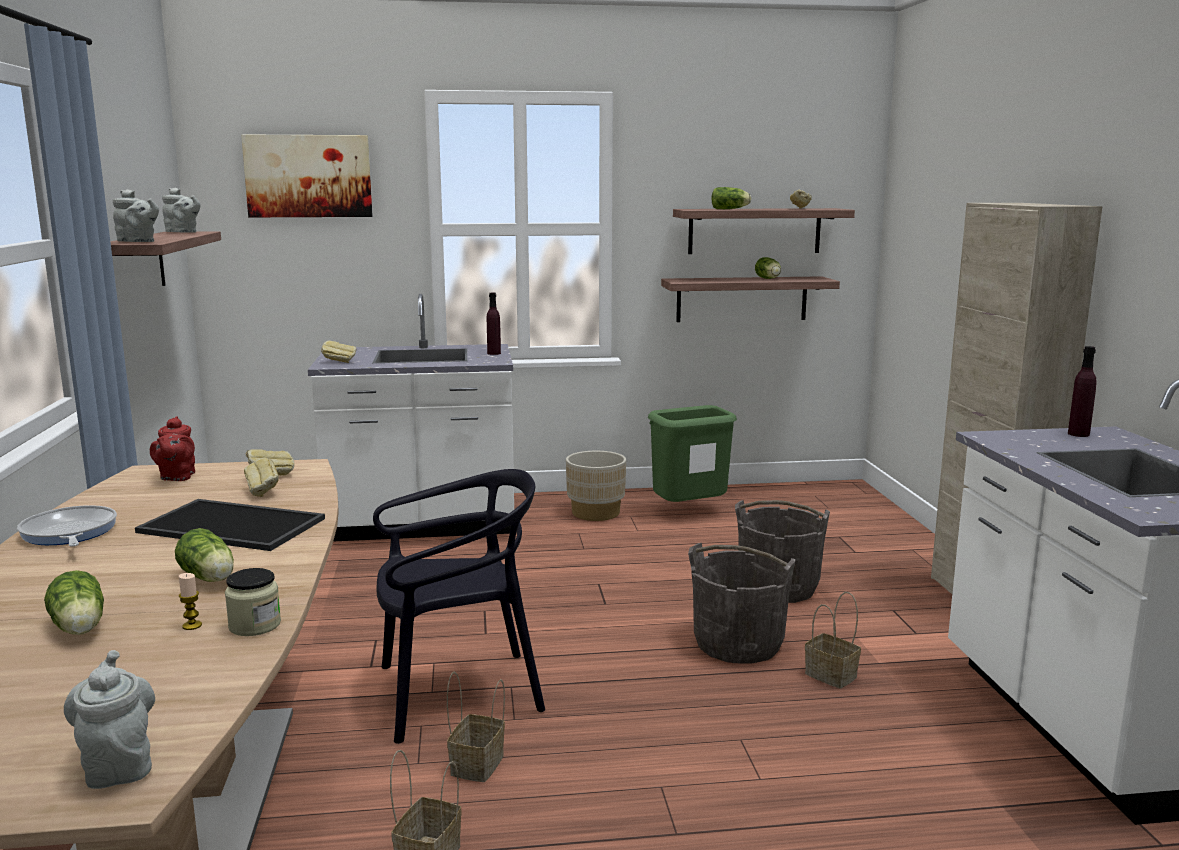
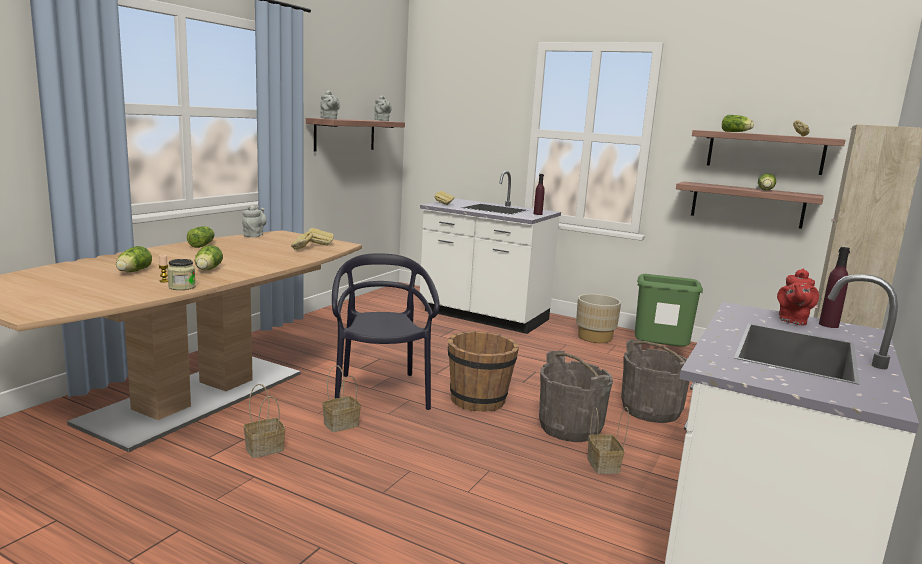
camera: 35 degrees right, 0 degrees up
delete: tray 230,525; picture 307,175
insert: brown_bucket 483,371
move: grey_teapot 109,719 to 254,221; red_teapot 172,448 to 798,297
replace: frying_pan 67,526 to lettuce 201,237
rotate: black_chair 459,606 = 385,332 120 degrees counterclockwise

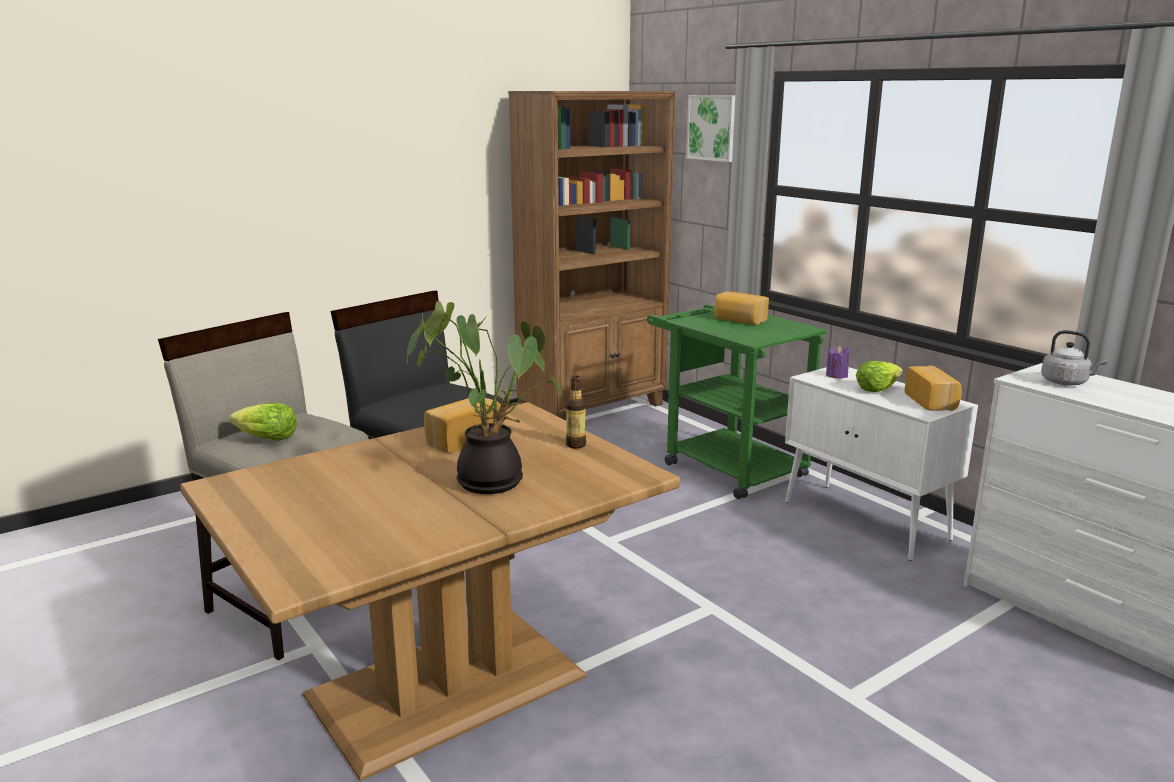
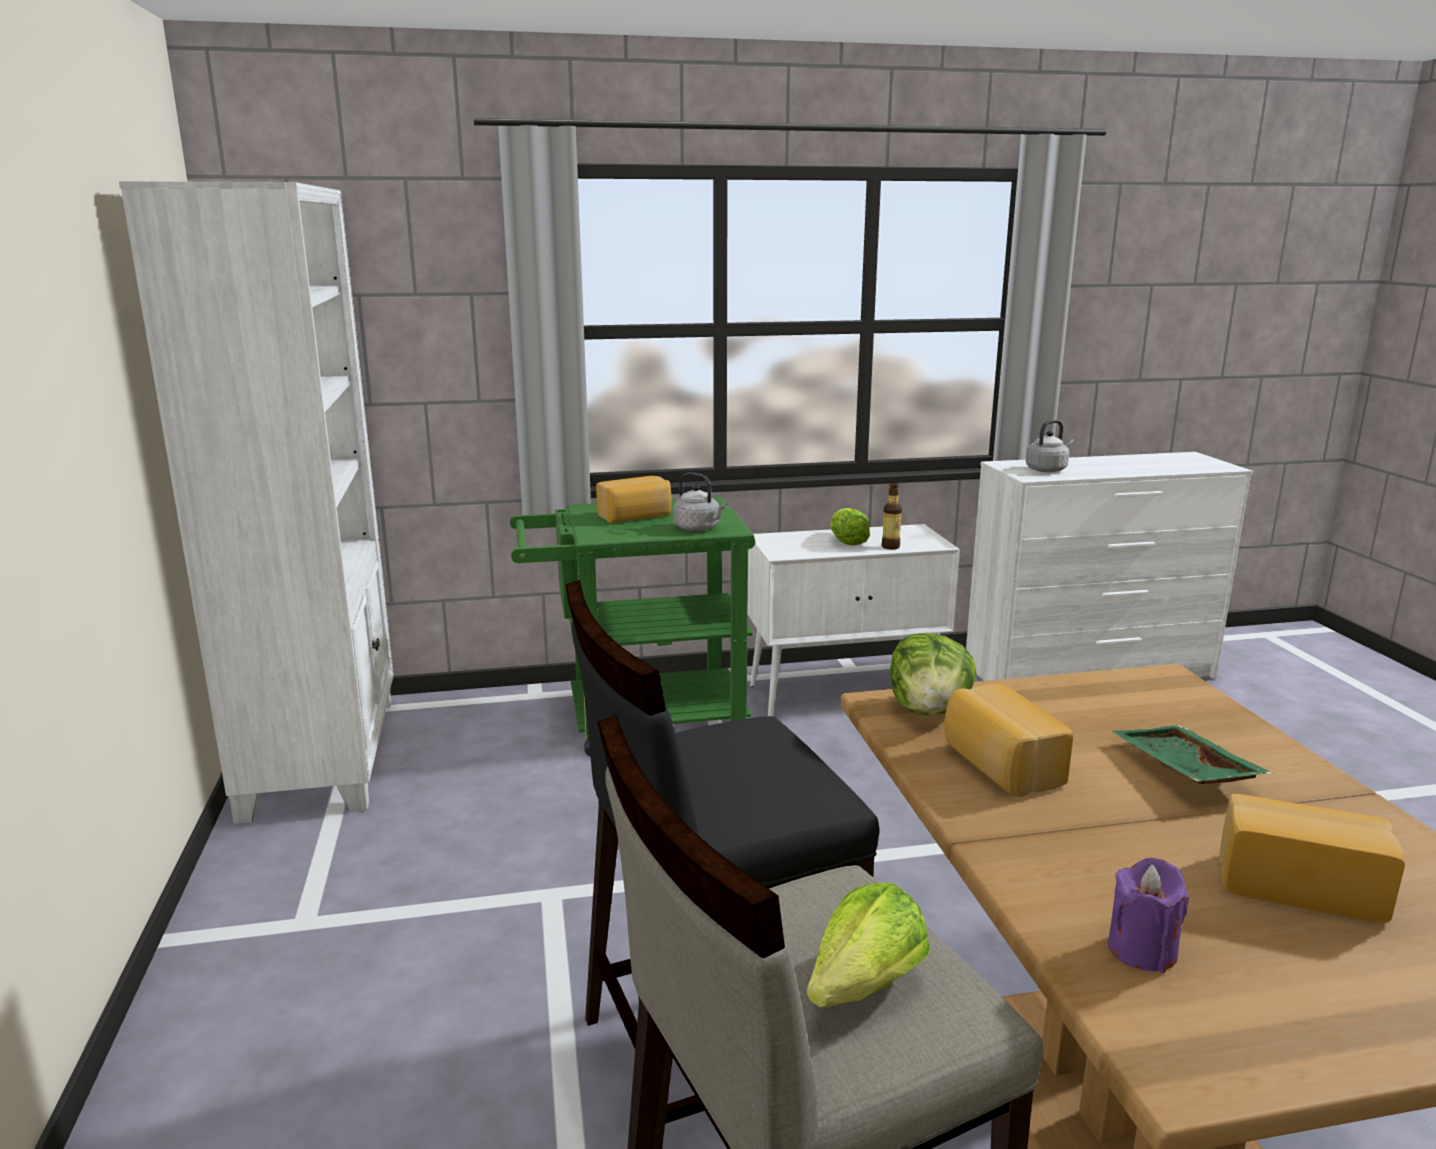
camera: 65 degrees left, 0 degrees up
delete: picture 710,128
insert: grey_kettle 700,501; lettuce 933,674
move: bottle 576,412 to 892,515; purple_candle 838,361 to 1148,915; bread 933,388 to 1312,858
replace: potted_plant 484,397 to green_tray 1192,754
recolor: brown_bookcase 591,256 to white_bookcase 256,502

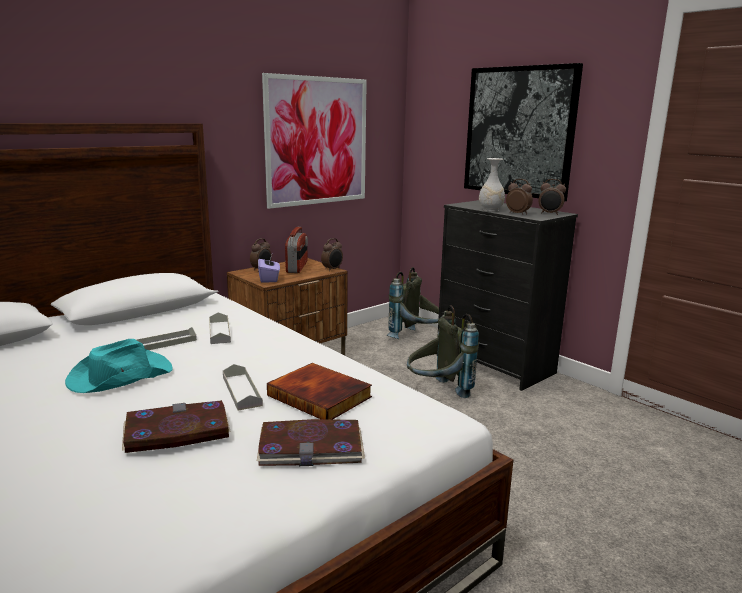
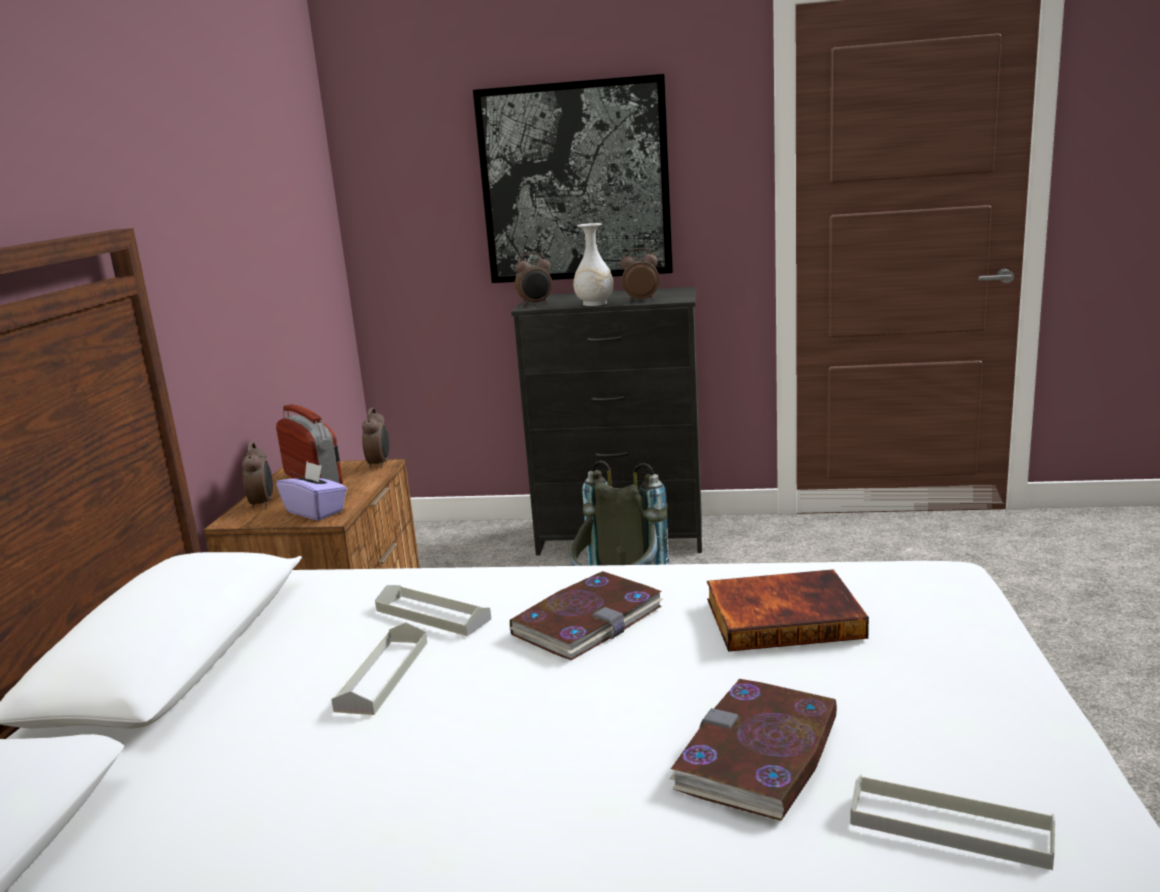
camera: 40 degrees left, 0 degrees up
delete: turquoise_hat 119,366; picture 314,141; grey_backpack 413,303
move: book 311,442 to 586,615; alarm_clock 552,197 to 534,279; grey_tray 243,387 to 952,822

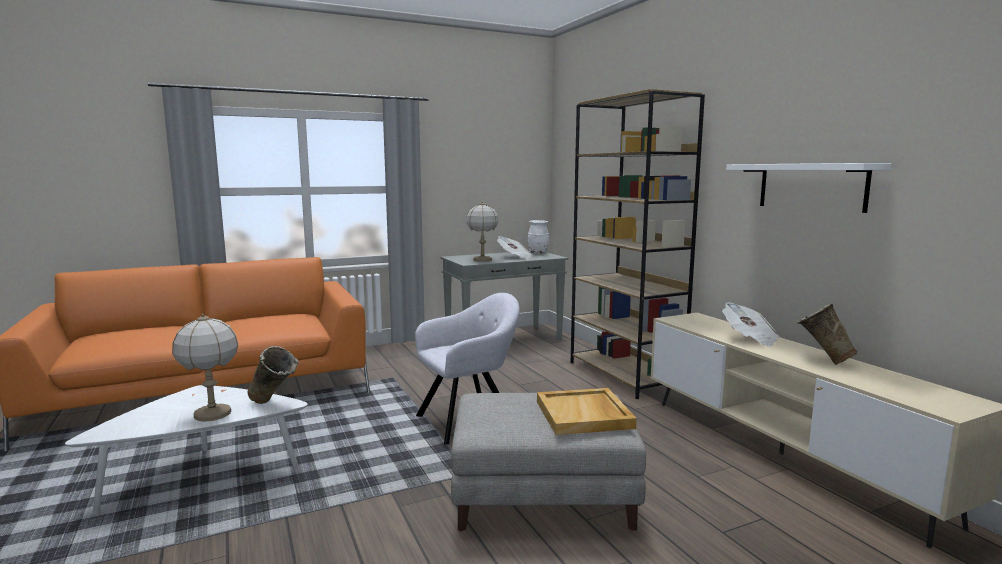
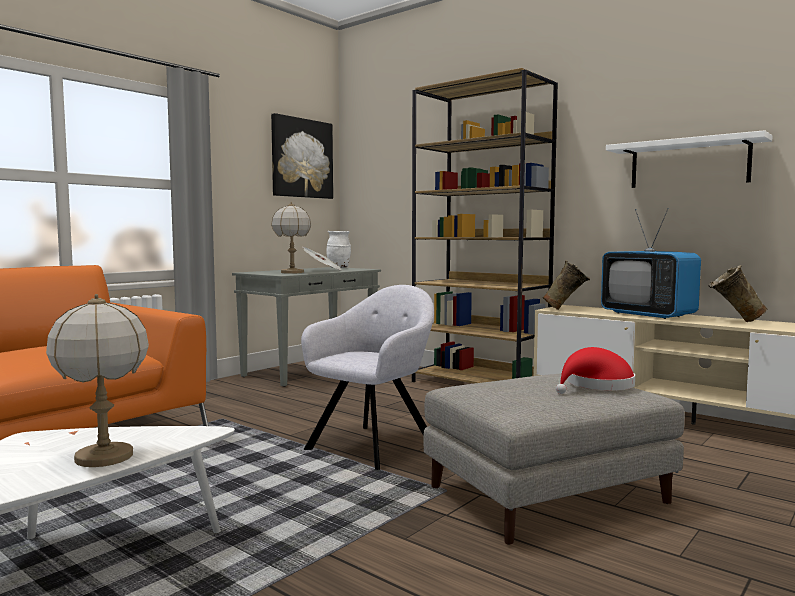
camera: 25 degrees left, 5 degrees down
insert: picture 302,156
move: beige_vase 273,375 to 566,285
replace: beige_tray 587,411 to red_hat 595,370; newspaper 751,324 to television 651,263

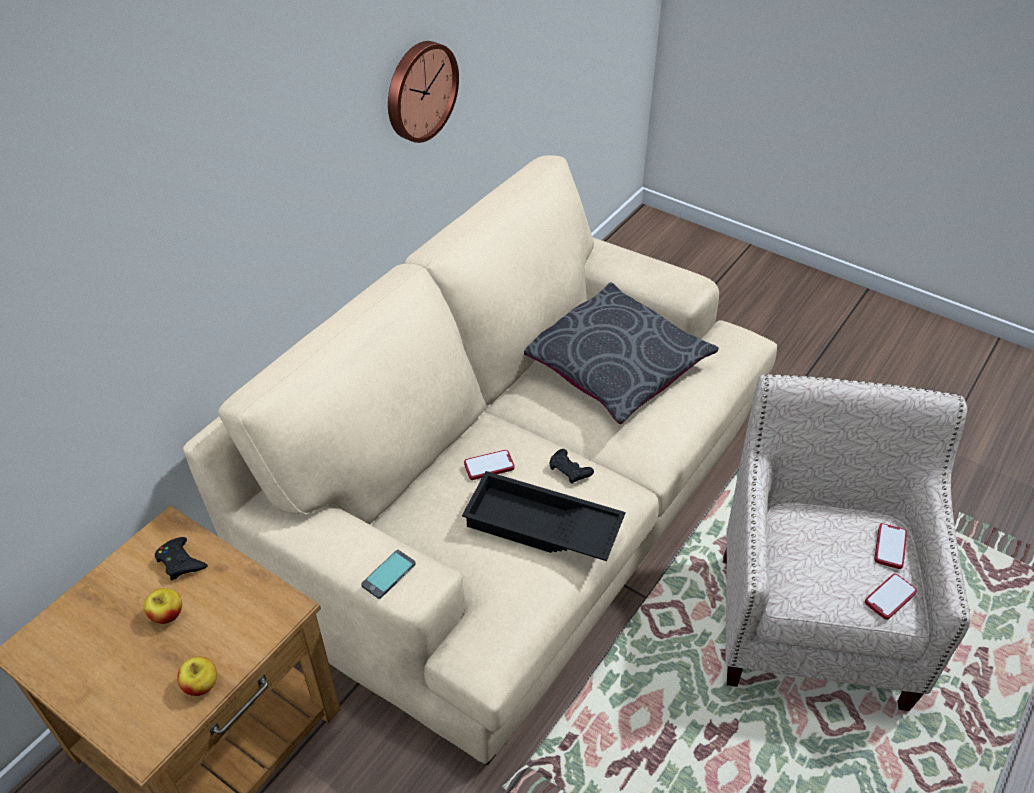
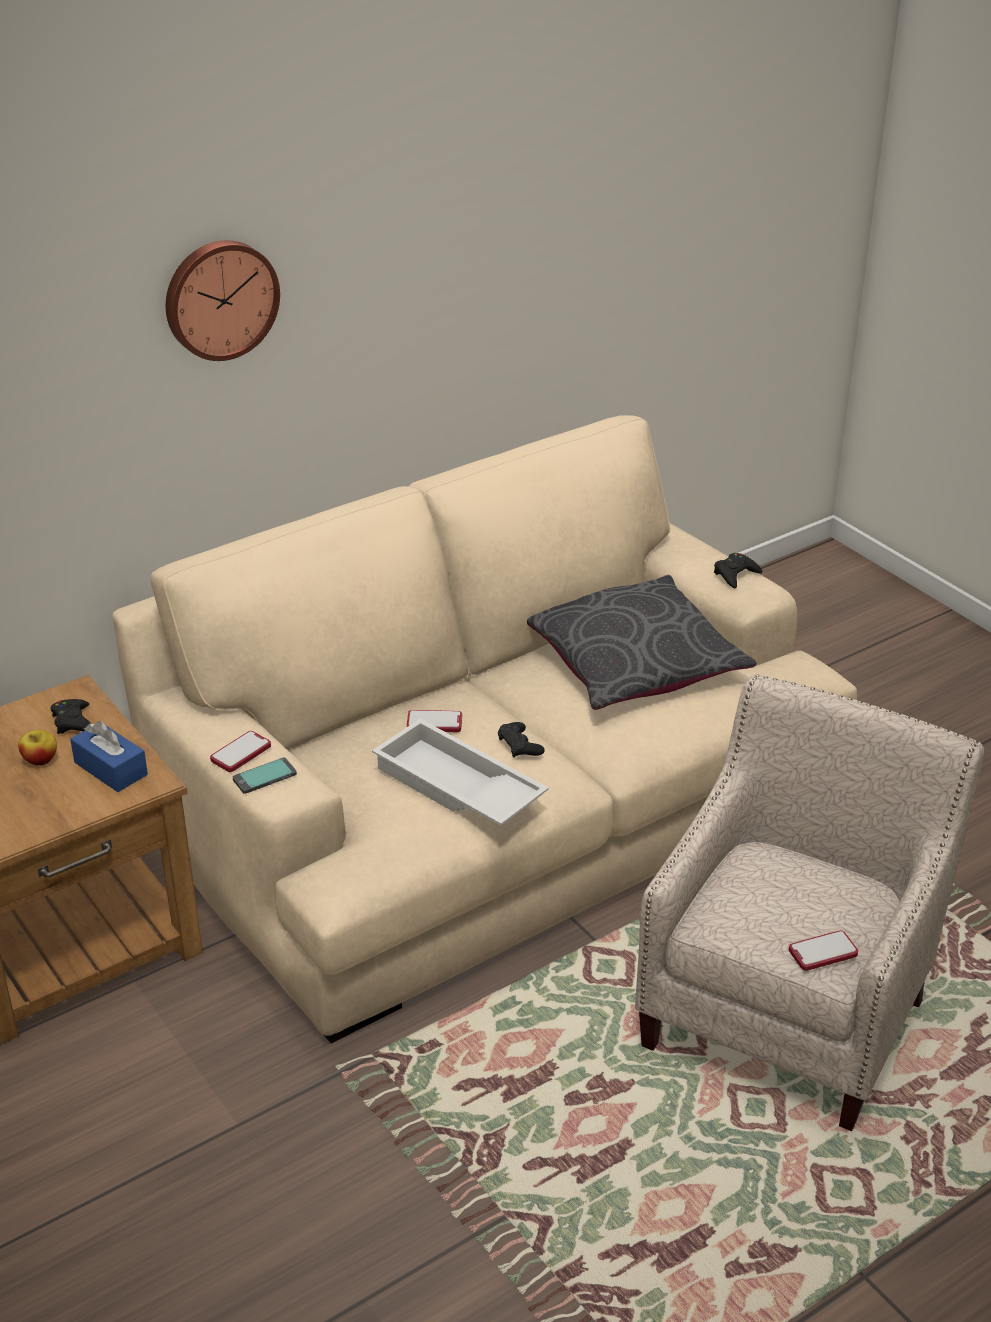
camera: 20 degrees right, 10 degrees down
delete: apple 197,676
insert: blue_tissue_box 109,756; black_game_controller 738,570
move: wall_clock 423,92 to 223,300; phone 890,546 to 240,751
recolor: black_tray 544,516 to white_tray 460,772

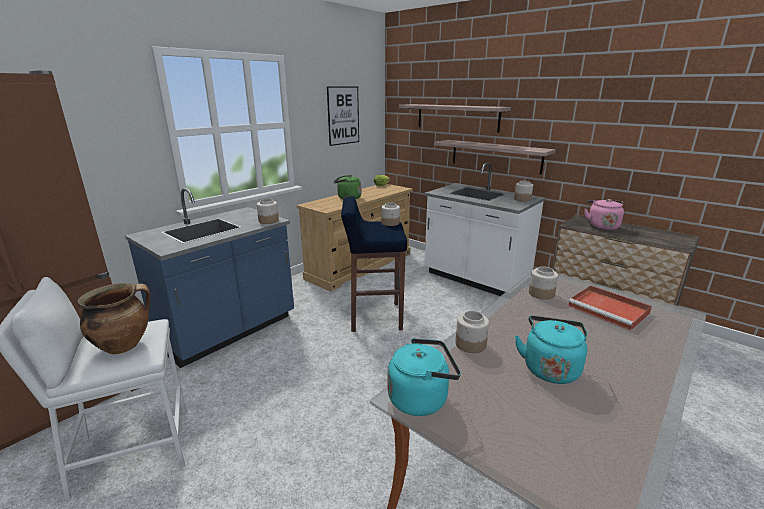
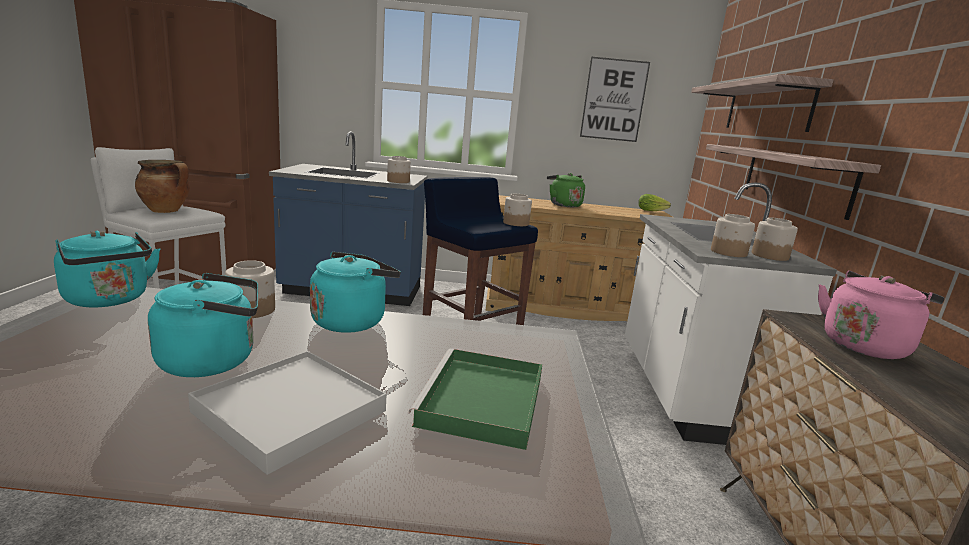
camera: 50 degrees right, 5 degrees down
insert: white_tray 287,413; turquoise_kettle 355,292
move: jar 543,283 to 733,235
recolor: red_tray 610,308 to green_tray 475,399

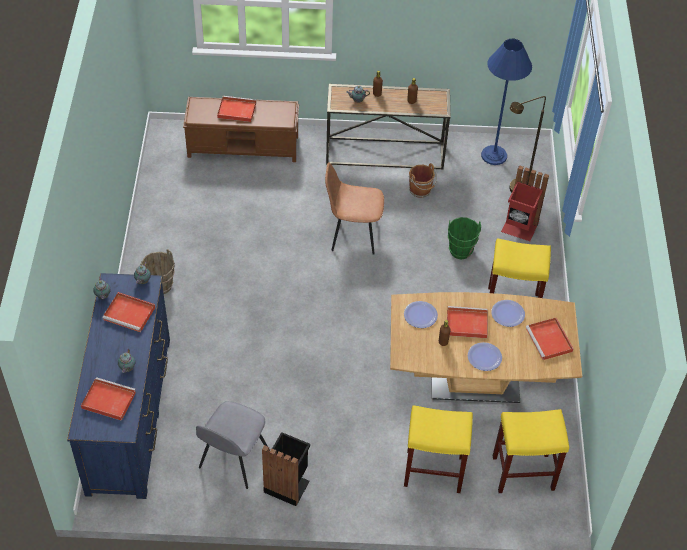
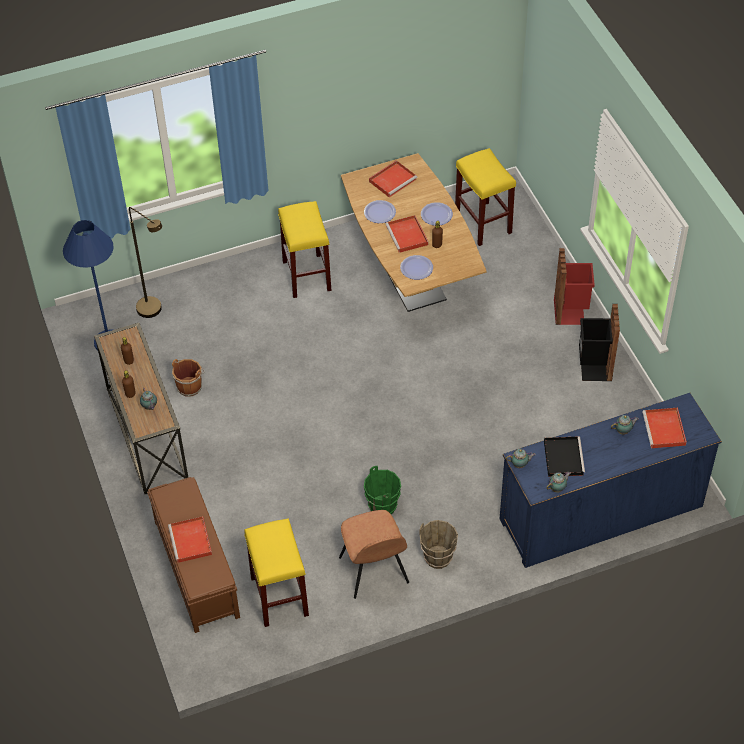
camera: 110 degrees left, 0 degrees up
delete: grey_chair 233,445
move: yellow_stool 438,449 to 276,572; brown_chair 354,208 to 374,554; green_bucket 464,238 to 382,490; red_trash_can 525,203 to 574,286
recolor: red_tray 128,312 to black_tray 564,456

